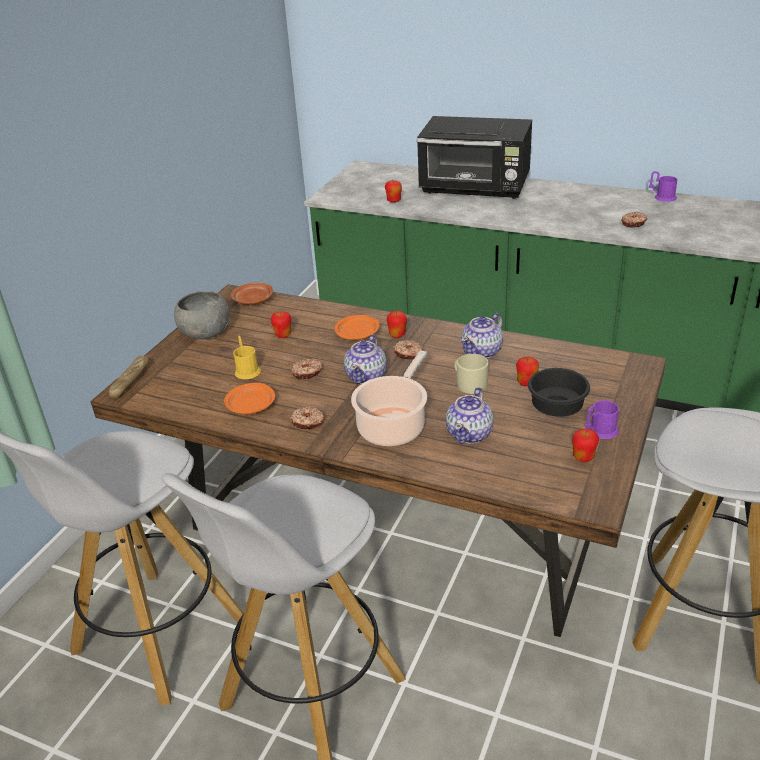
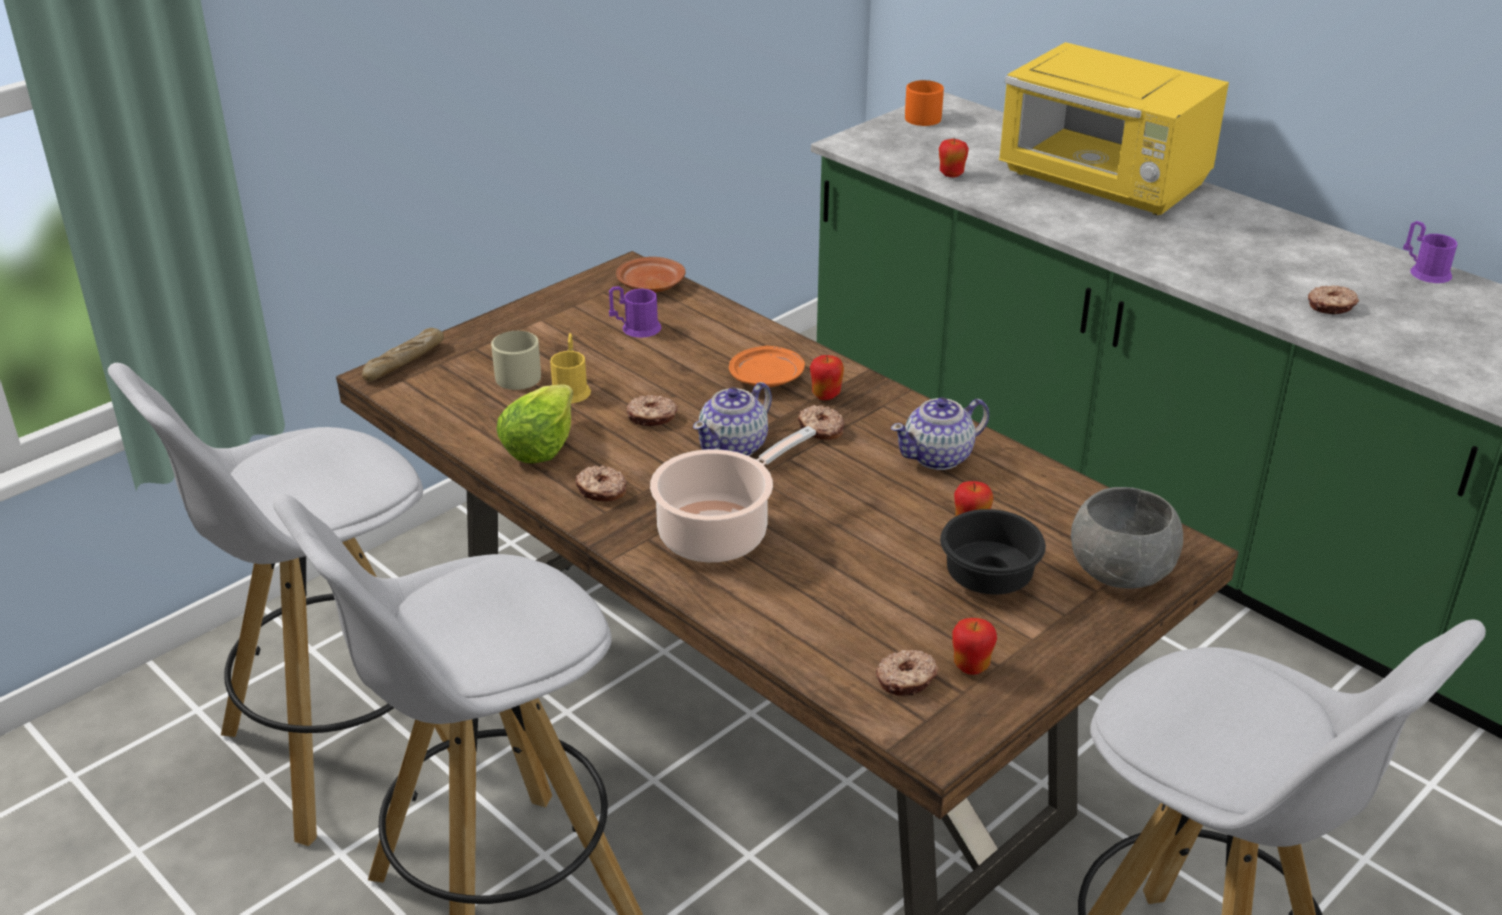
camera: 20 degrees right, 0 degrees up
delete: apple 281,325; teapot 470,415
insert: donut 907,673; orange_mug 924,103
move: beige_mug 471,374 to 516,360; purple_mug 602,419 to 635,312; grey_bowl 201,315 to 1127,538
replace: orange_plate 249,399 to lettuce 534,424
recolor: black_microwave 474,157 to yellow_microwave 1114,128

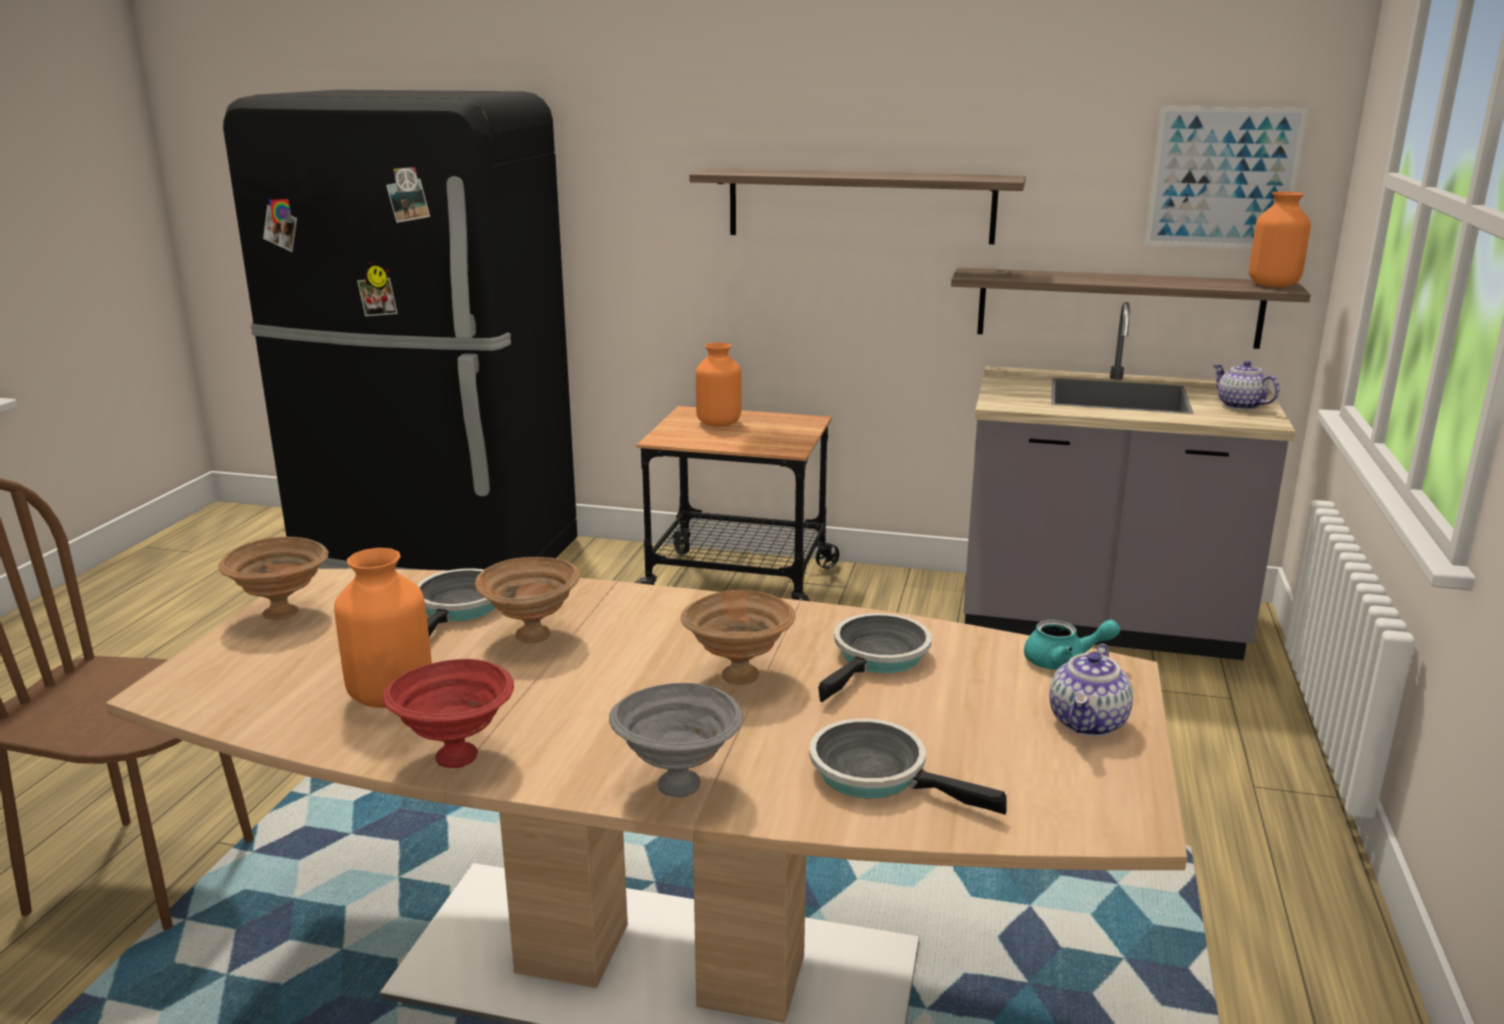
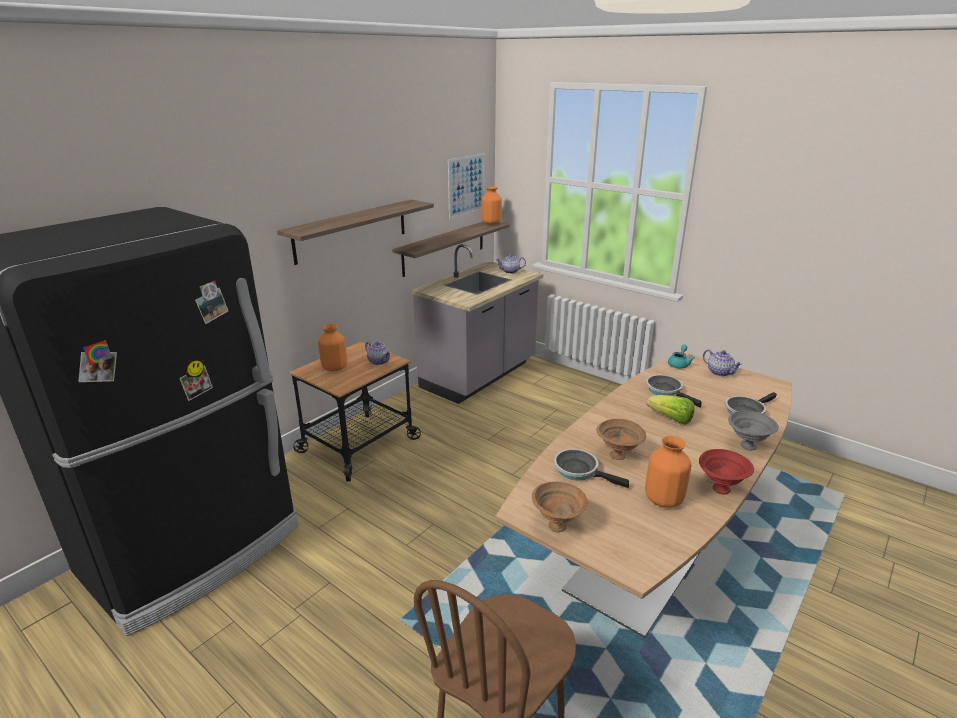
camera: 65 degrees left, 5 degrees up
insert: teapot 378,353
replace: brown_bowl 738,637 to lettuce 671,410

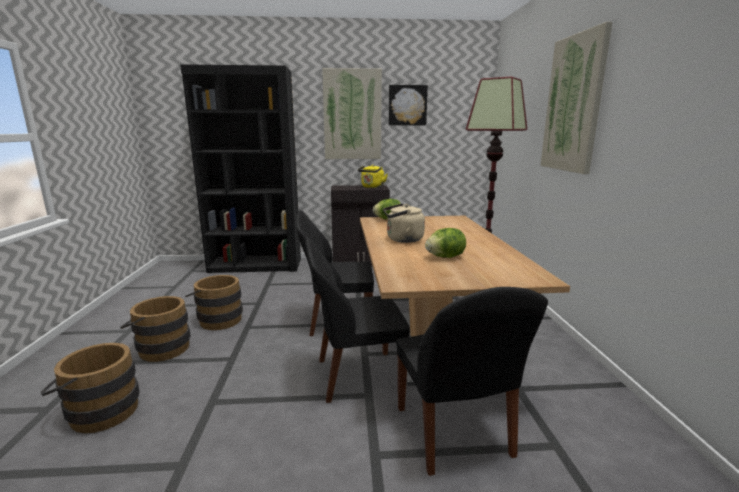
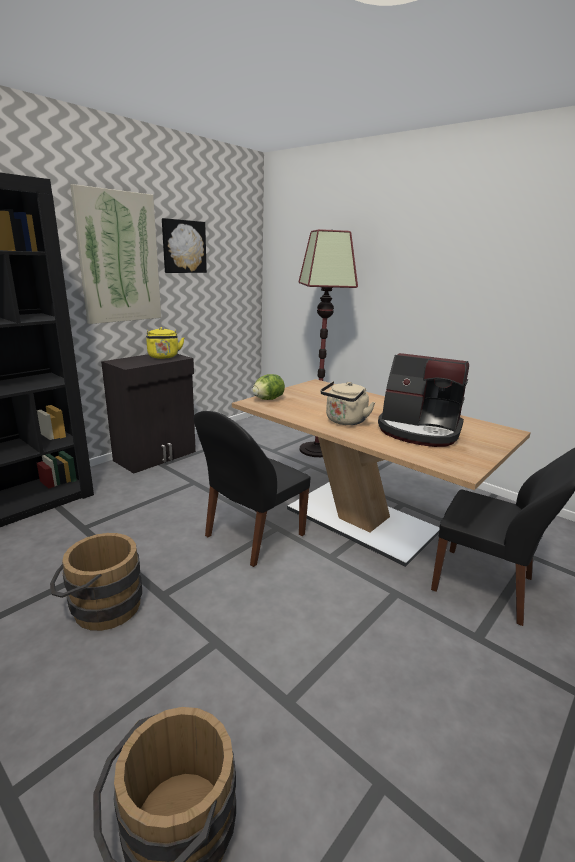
camera: 45 degrees left, 5 degrees up
delete: brown_bucket 155,329; black_chair 357,320; picture 576,98
replace: lettuce 445,243 to coffee_machine 423,400

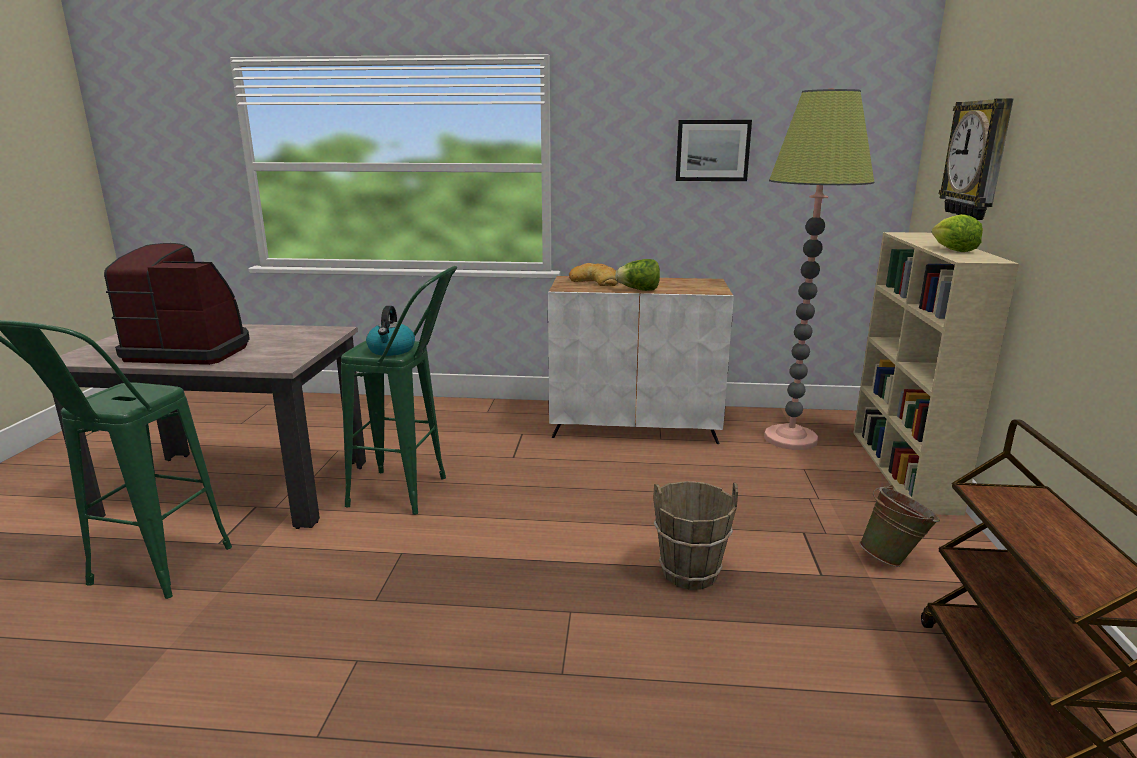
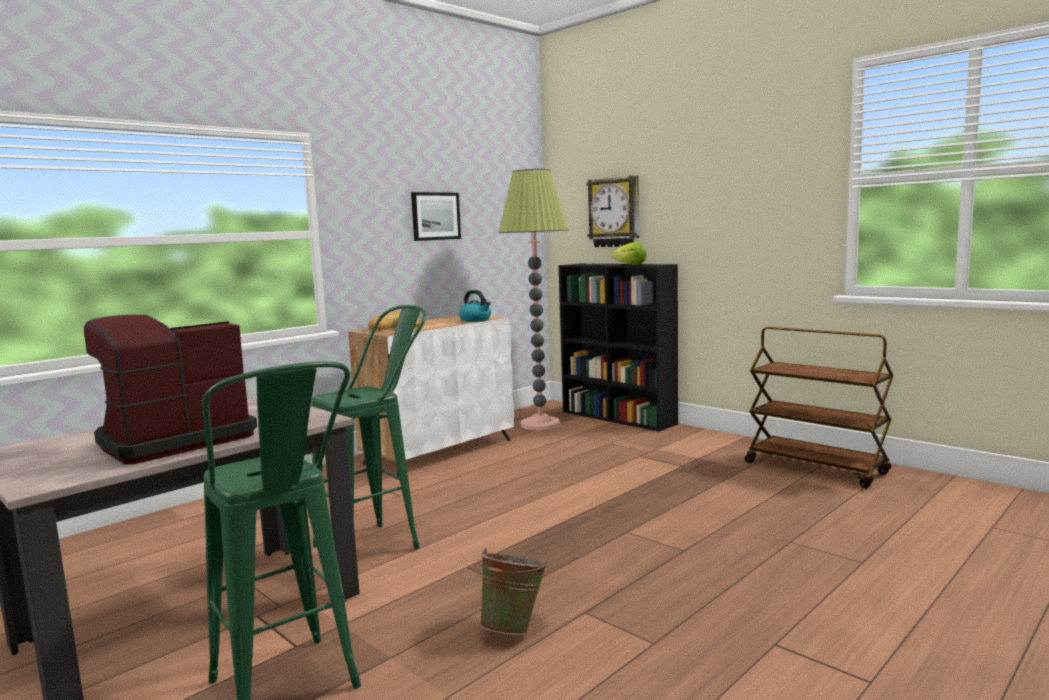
camera: 50 degrees left, 10 degrees down
delete: lettuce 637,275; brown_bucket 695,535
move: kettle 390,331 to 475,306; green_bucket 899,526 to 512,591
recolor: beige_bookcase 936,374 to black_bookcase 618,348

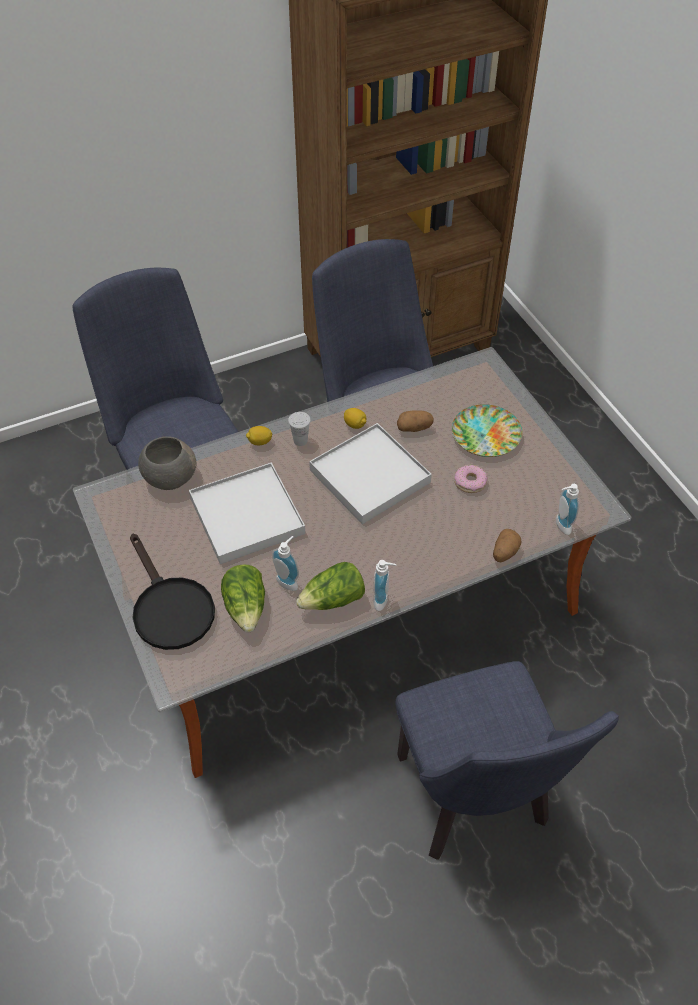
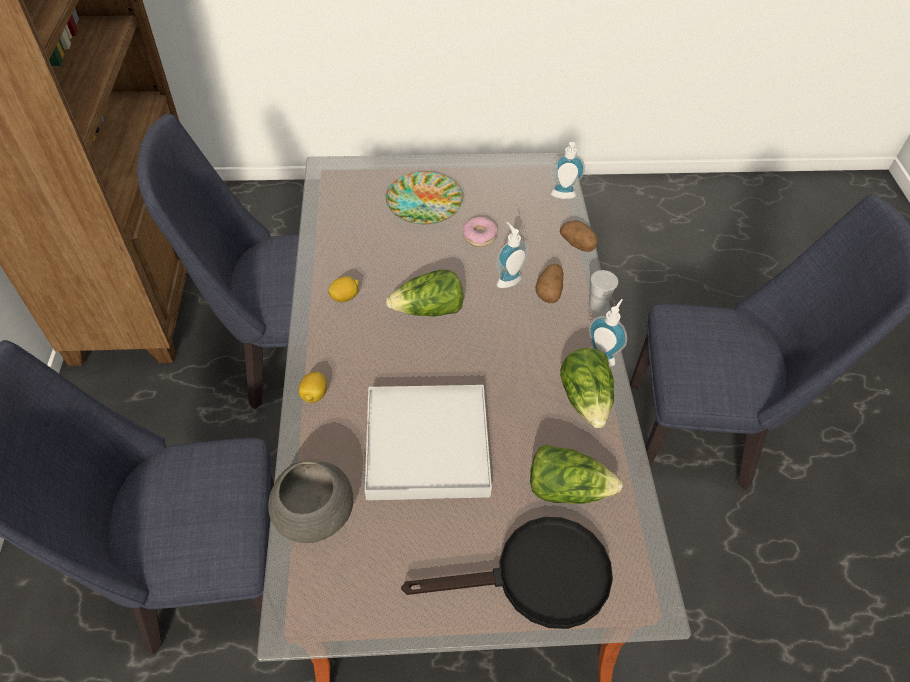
camera: 70 degrees left, 0 degrees up
move: soap_dispenser 285,563 to 512,255; potato 415,421 to 549,283; white_cup 299,429 to 603,291
replace: white_tray 370,473 to lettuce 424,293

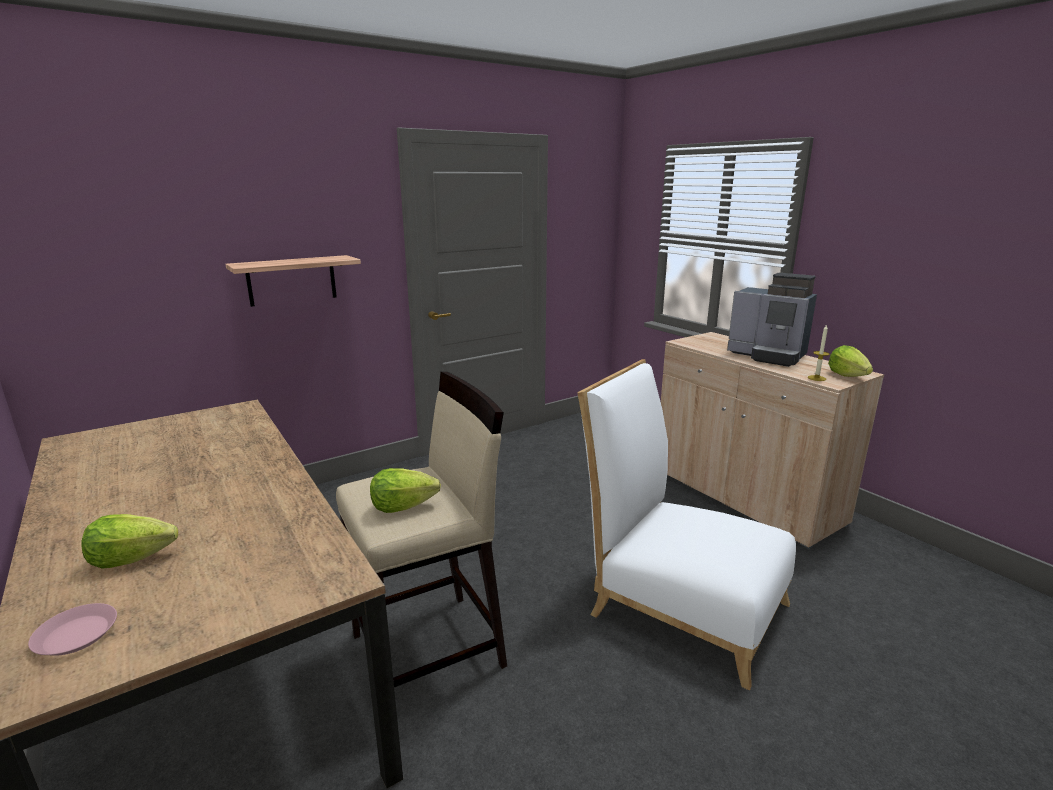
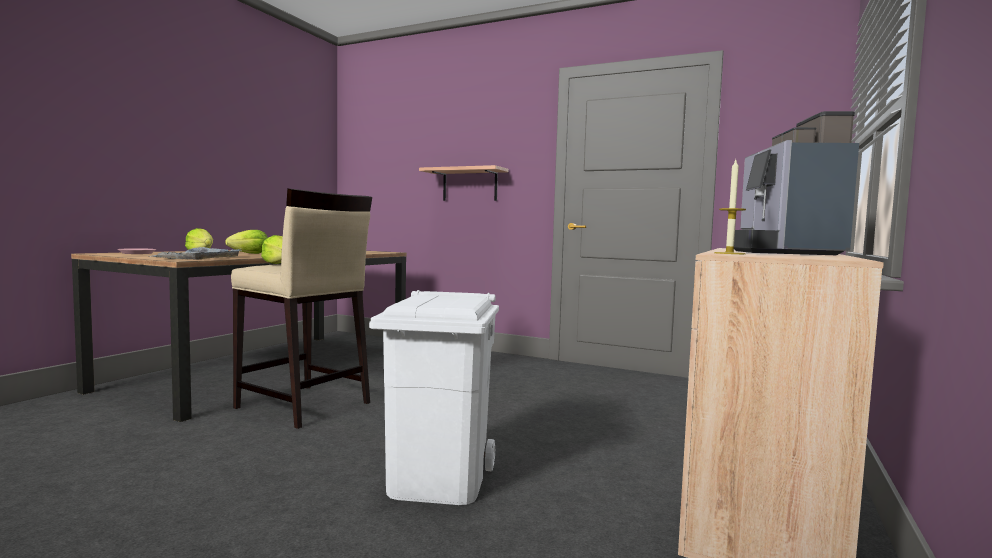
camera: 60 degrees right, 15 degrees down
insert: grey_tray 196,253
move: lettuce 850,361 to 246,242
replace: white_chair 687,524 to white_trash_can 434,397

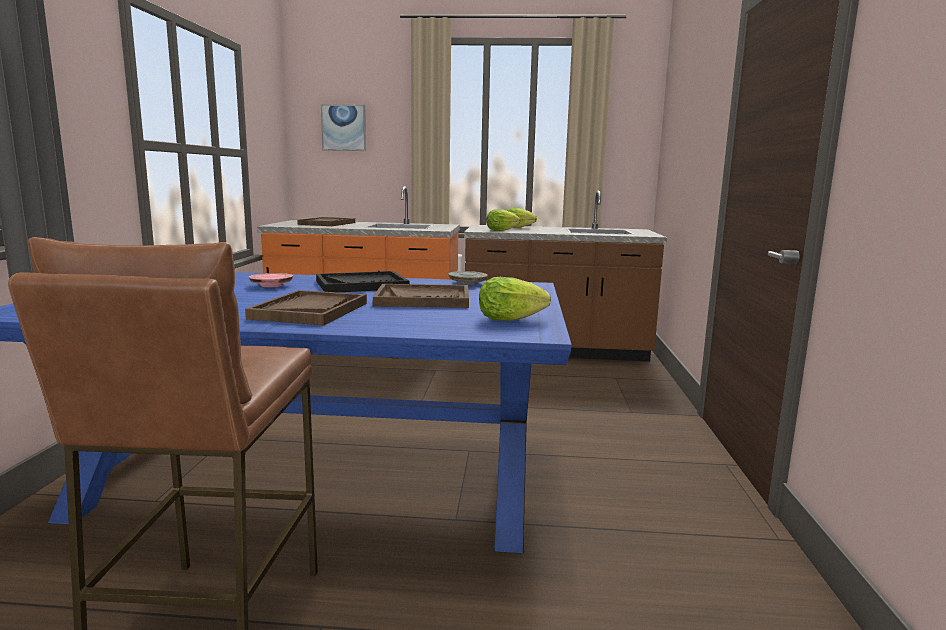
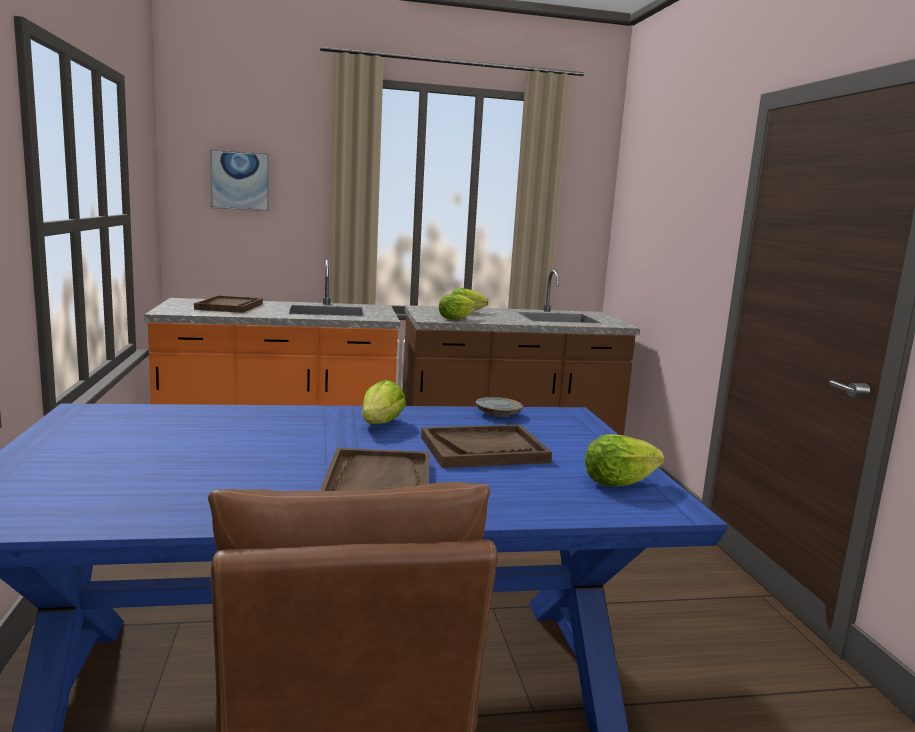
camera: 15 degrees left, 0 degrees up
delete: pink_plate 271,280
replace: black_tray 363,281 to lettuce 384,402

